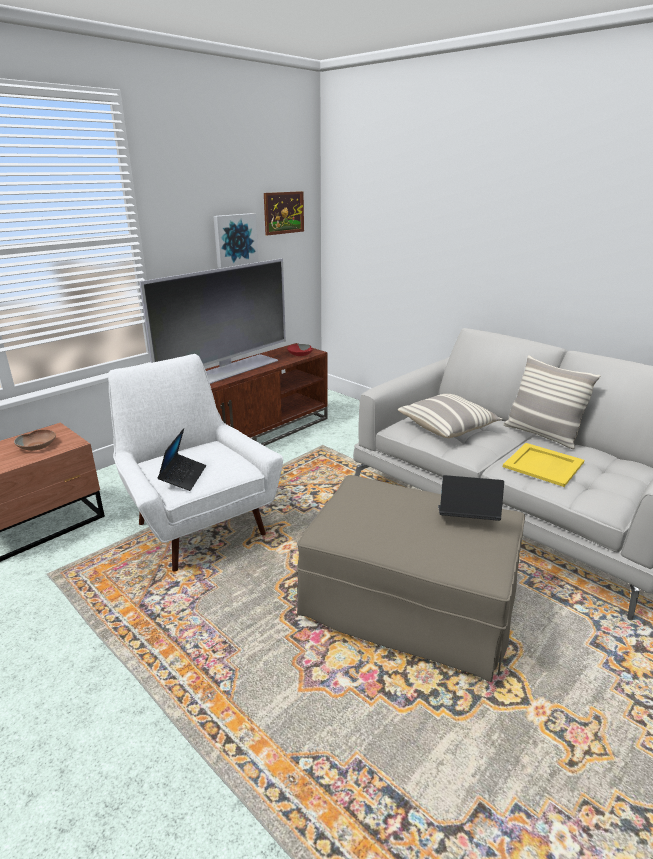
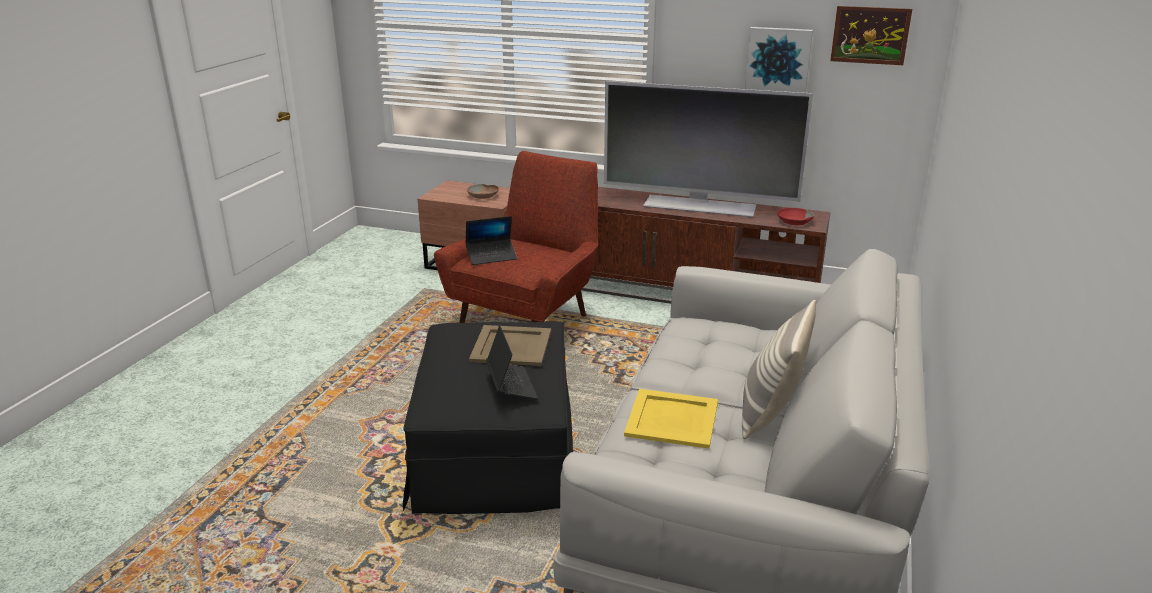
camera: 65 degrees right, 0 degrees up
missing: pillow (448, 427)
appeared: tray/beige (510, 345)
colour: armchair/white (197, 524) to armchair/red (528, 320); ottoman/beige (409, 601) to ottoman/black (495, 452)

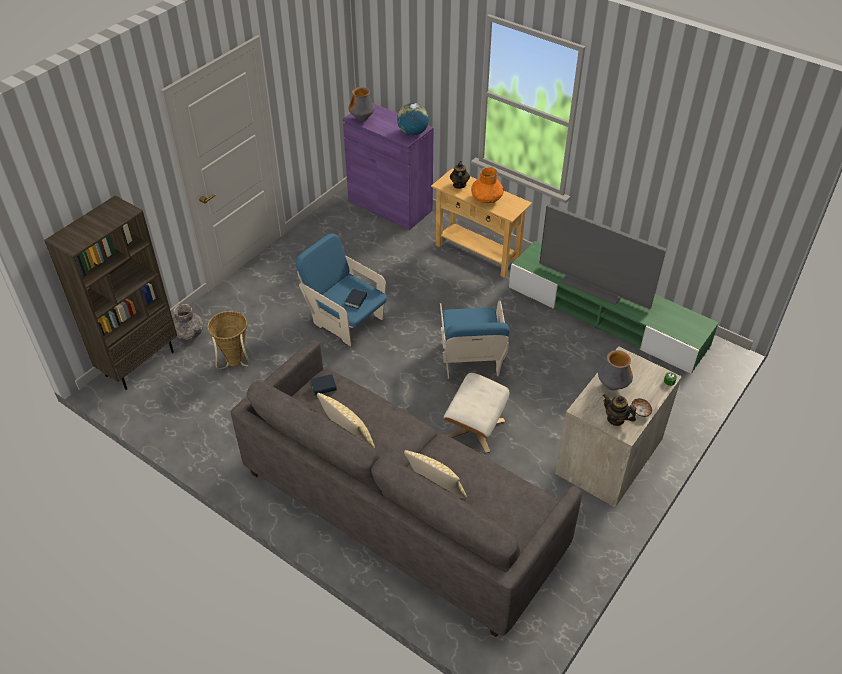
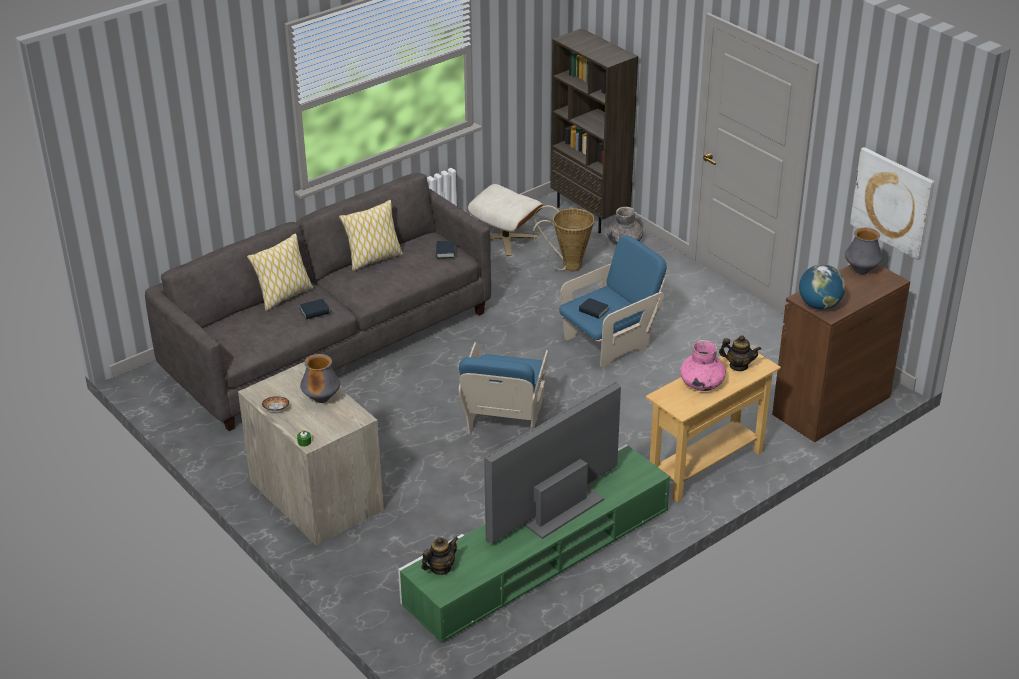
camera: 105 degrees right, 10 degrees down
appeared: picture (892, 202); book (314, 312)
relocated: ottoman/beige (474, 428) to (506, 238); teapot (616, 419) to (440, 568)
colour: cabinet/purple (390, 206) to cabinet/brown (831, 406); vase/orange (486, 198) to vase/pink (701, 383)
spun: armchair/blue (471, 361) = (505, 422) 90 degrees counterclockwise

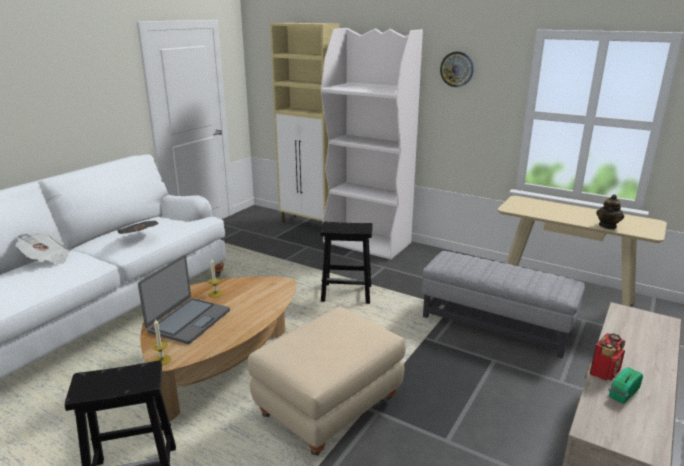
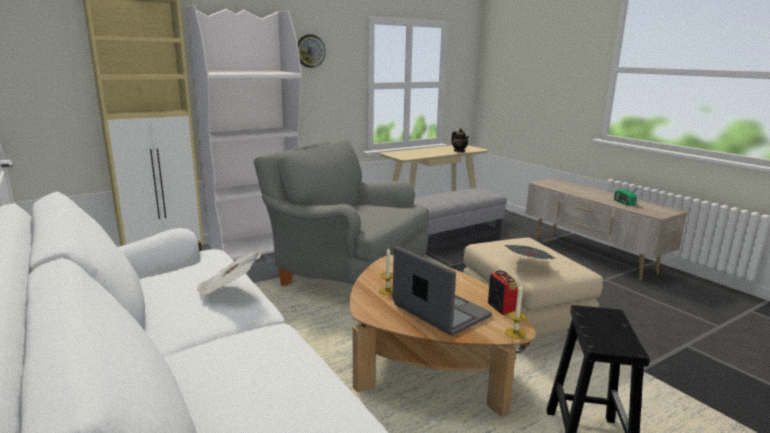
camera: 65 degrees left, 5 degrees down
relocated: newspaper (46, 259) to (528, 265); radio (605, 372) to (501, 307)
exchanged: stool/black (347, 293) to armchair/grey (346, 276)

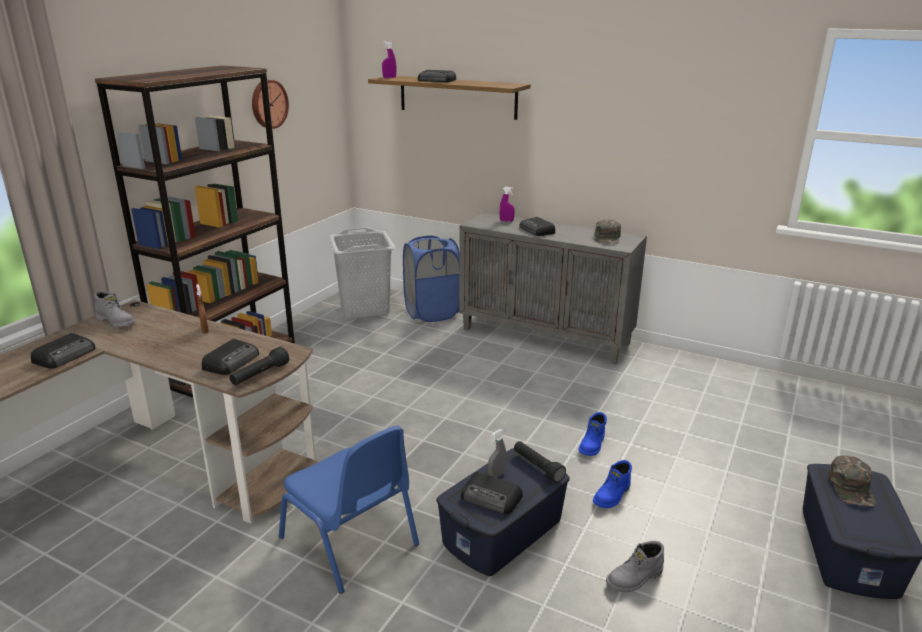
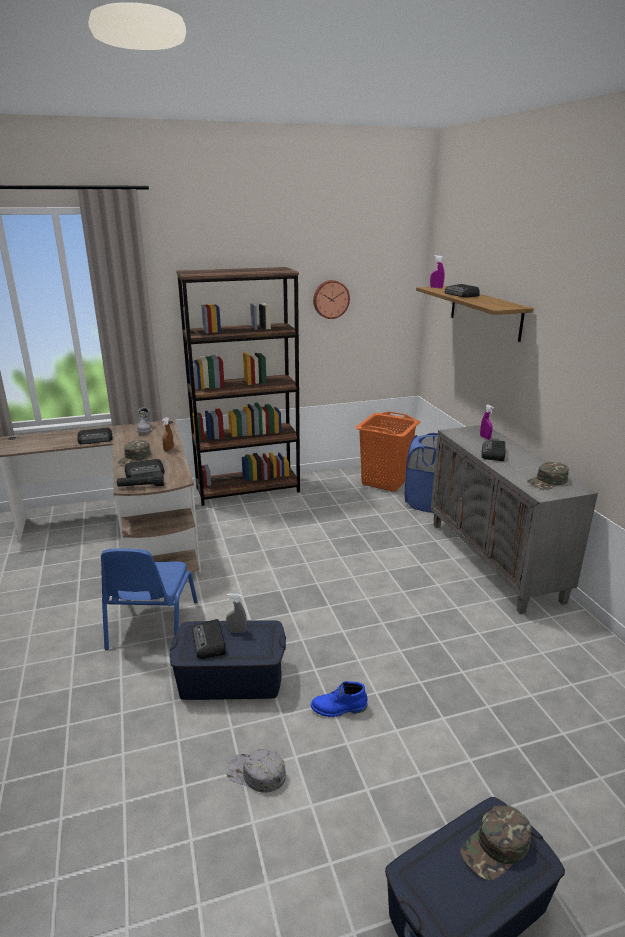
camera: 45 degrees right, 0 degrees up
missing: boot/blue (592, 445); flashlight/black (537, 467)
appeared: cap/green (135, 458)
exchanged: boot/grey (635, 579) to cap/grey (255, 774)
colour: laundry basket/grey (365, 309) to laundry basket/orange (385, 481)

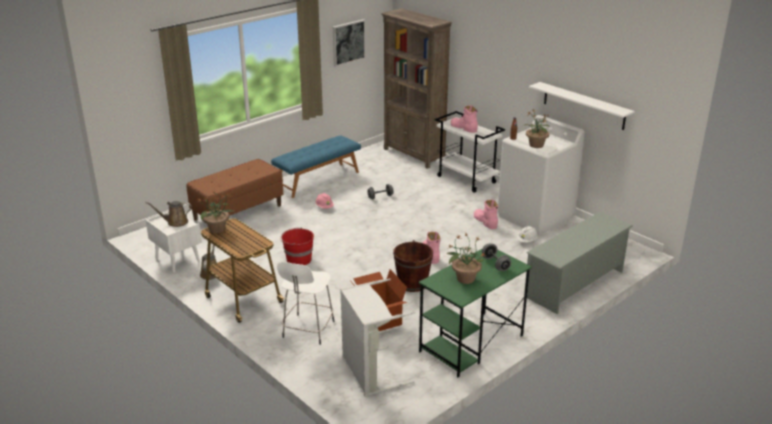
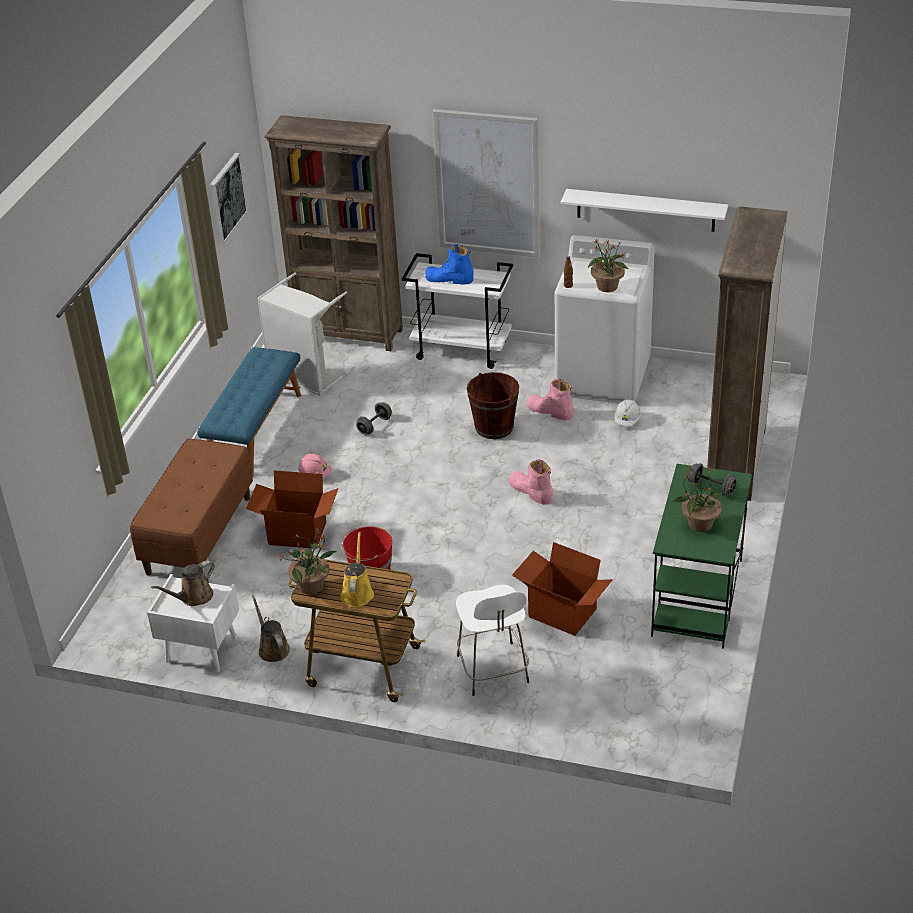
camera: 30 degrees left, 10 degrees up
appeared: picture (488, 183); cardboard box (297, 534); watering can/yellow (357, 592)
relocated: bucket/brown (412, 284) to (494, 427); laundry basket/grey (369, 373) to (306, 376)
exchanged: shoe rack/grey (575, 284) to bookcase/brown (735, 462)
colour: boot/pink (463, 128) to boot/blue (449, 279)

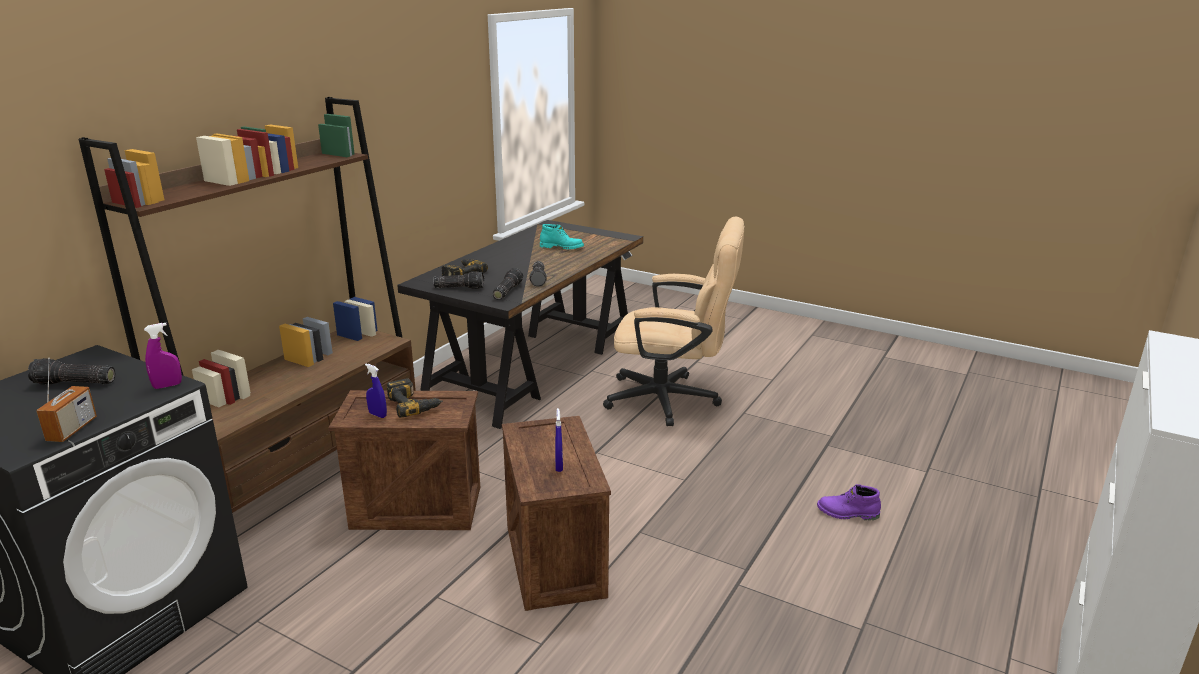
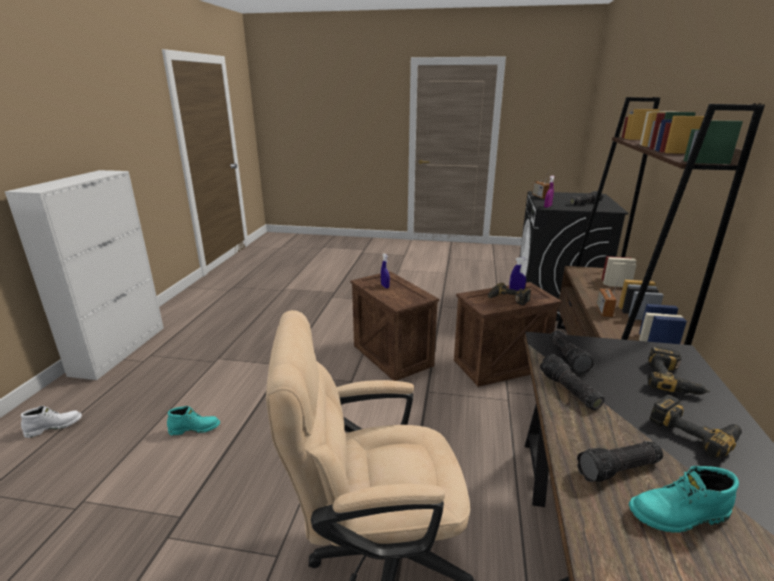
camera: 160 degrees right, 0 degrees up
appeared: radio (604, 311); power drill (695, 431); boot/white (54, 426)
relocated: flashlight (460, 287) to (619, 470)
colour: boot/purple (847, 513) to boot/turquoise (195, 428)

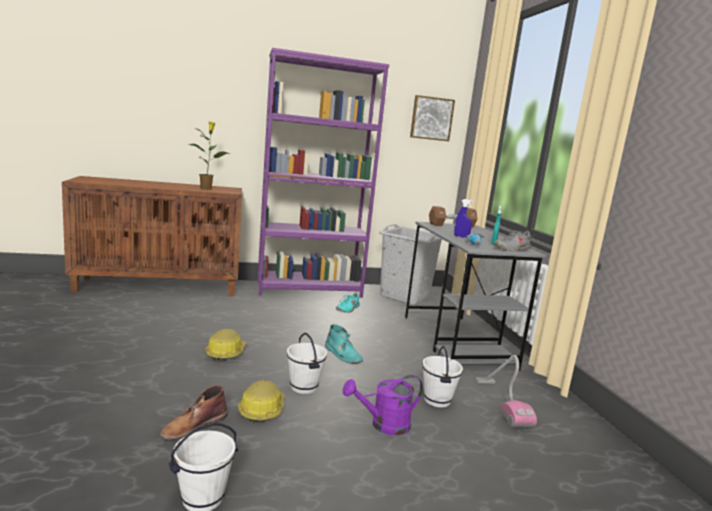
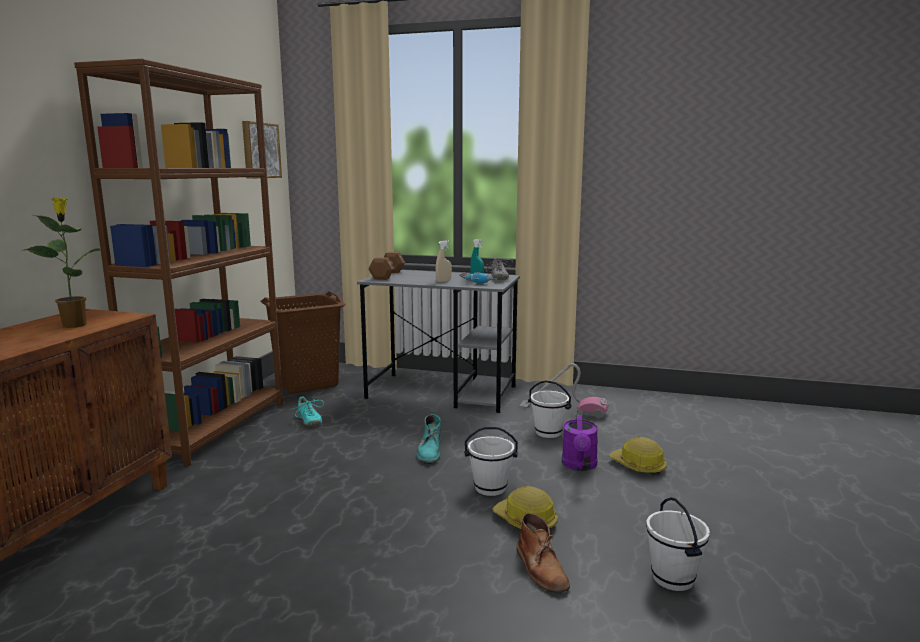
camera: 60 degrees left, 0 degrees up
relocated: hard hat (226, 352) to (638, 466)
colour: bookcase/purple (309, 289) to bookcase/brown (213, 428); spray bottle/blue (461, 236) to spray bottle/beige (443, 281); laundry basket/grey (404, 296) to laundry basket/brown (306, 383)
spun: boot/turquoise (343, 354) = (429, 451) 105 degrees clockwise

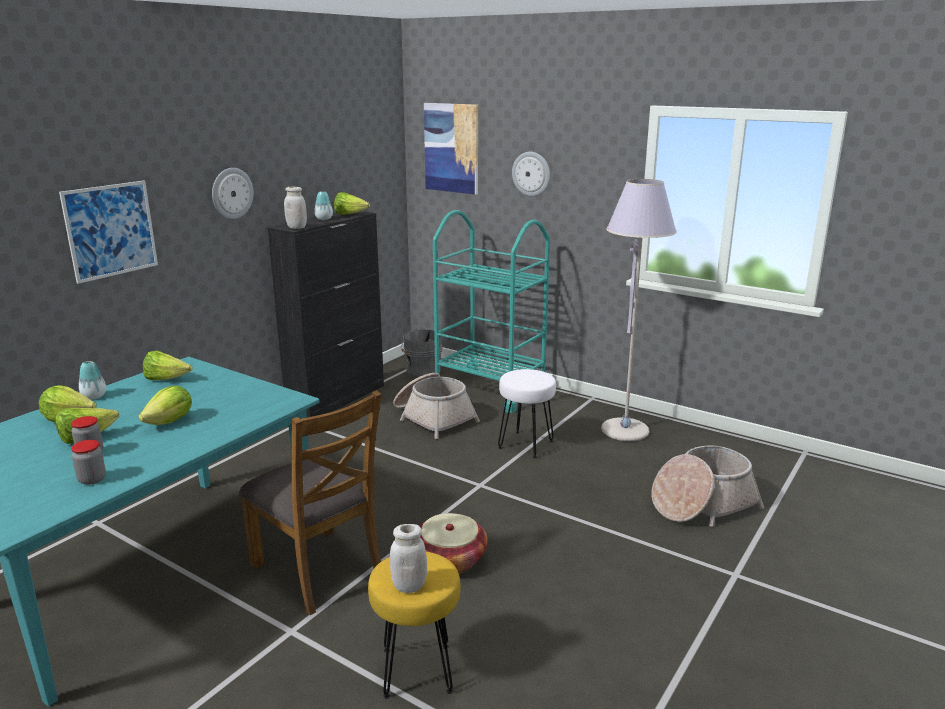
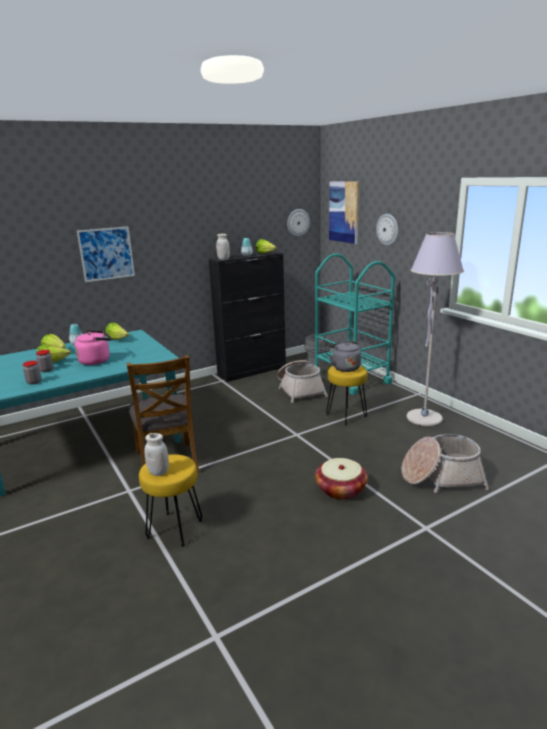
camera: 25 degrees right, 0 degrees up
appeared: kettle/grey (345, 367)
relocated: wall clock (231, 193) to (298, 223); basket (450, 560) to (340, 490)
exchanged: lettuce (170, 422) to kettle/pink (96, 360)
colour: stool/white (525, 444) to stool/yellow (346, 415)

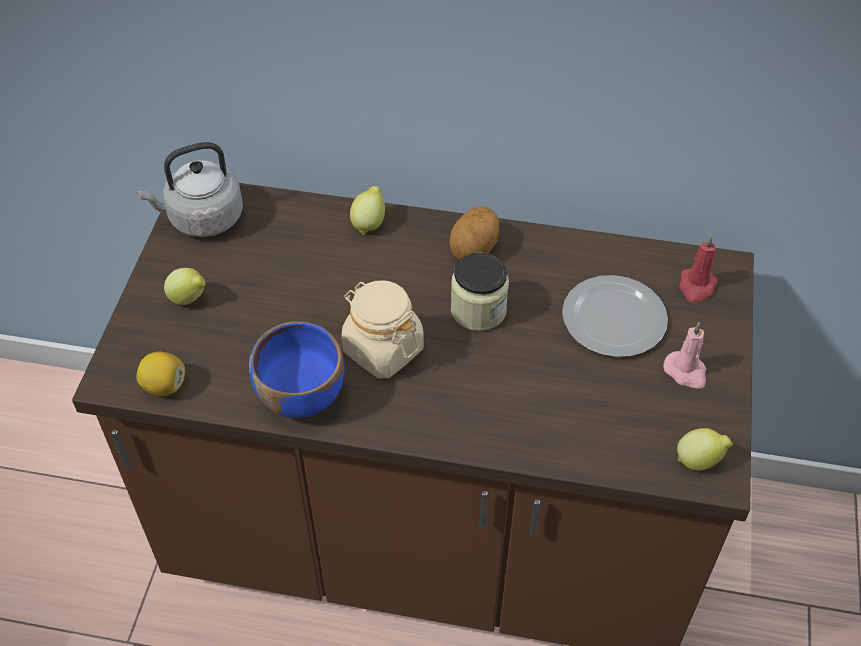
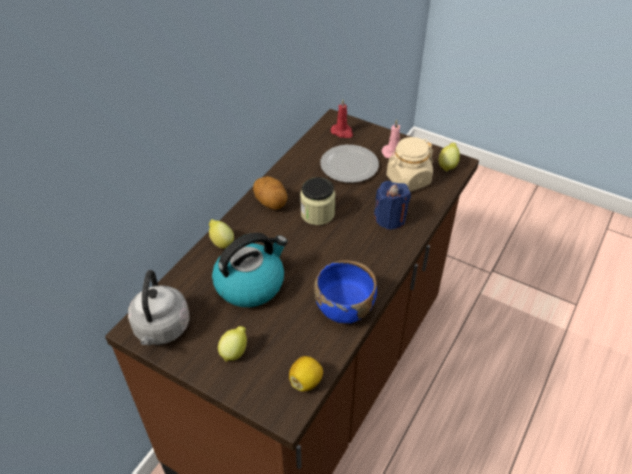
camera: 70 degrees left, 5 degrees down
appeared: candle/blue (390, 218); kettle (250, 284)
relocated: jar/beige (382, 349) to (408, 180)

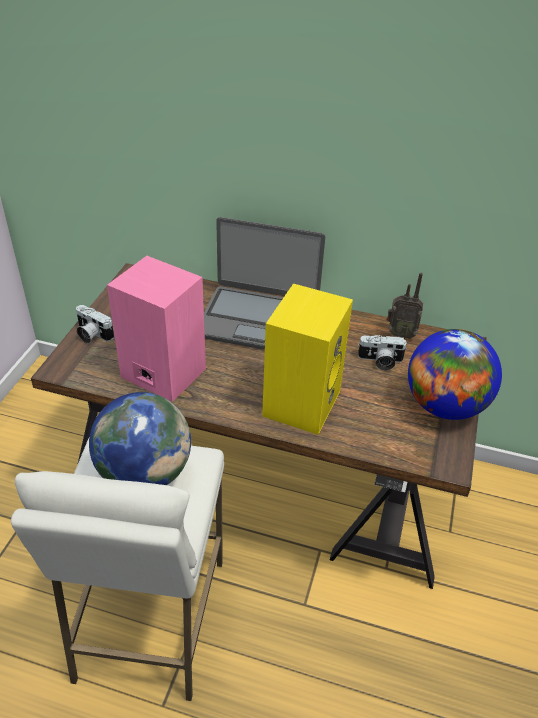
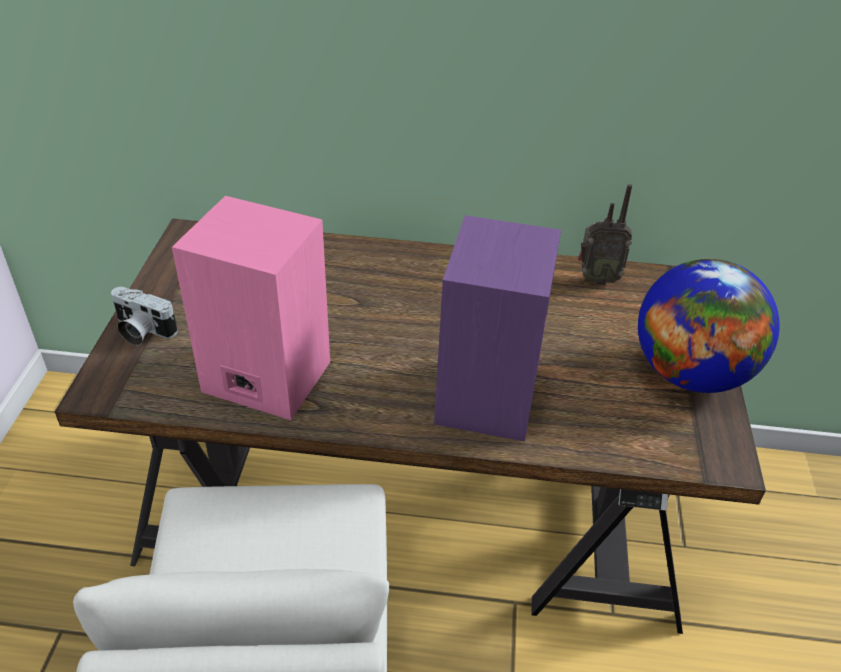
camera: 10 degrees left, 0 degrees up
missing: laptop (258, 320); photo camera (380, 361); globe (145, 473)
colour: speaker/yellow (301, 401) to speaker/purple (485, 394)

